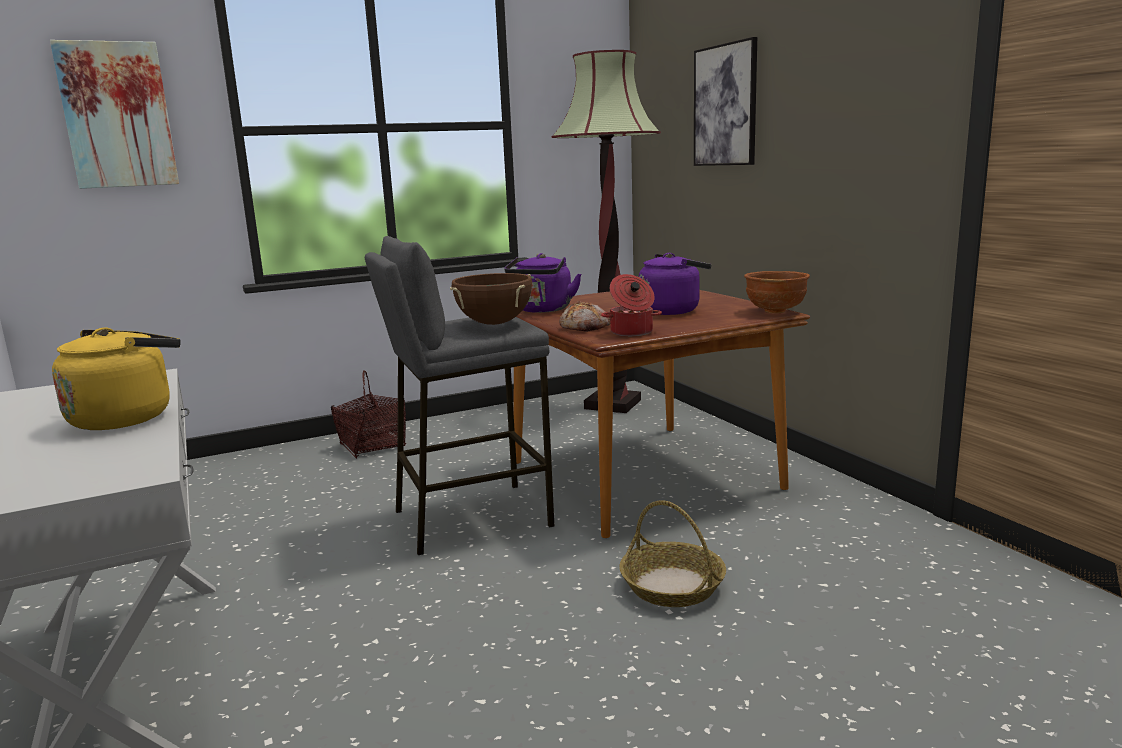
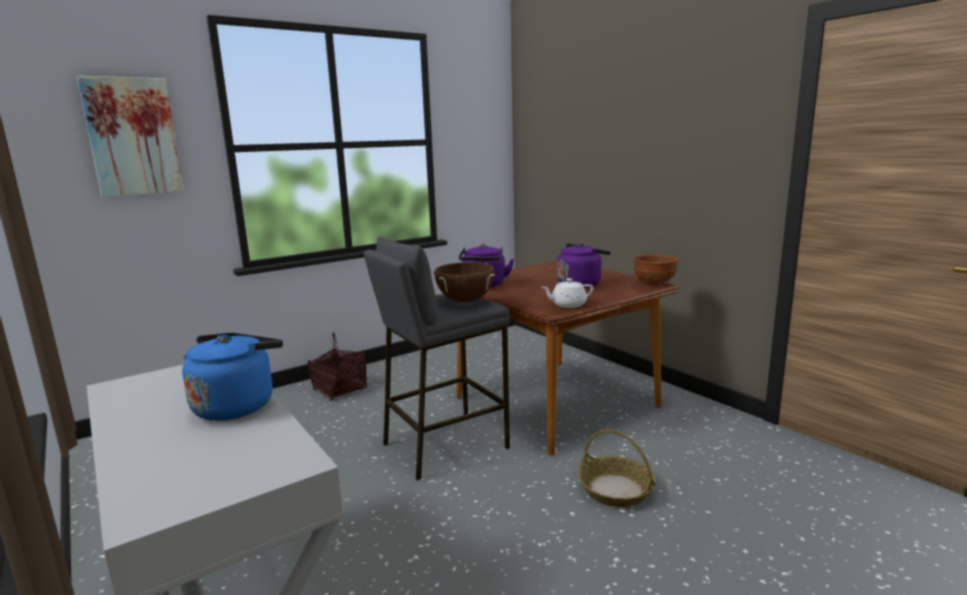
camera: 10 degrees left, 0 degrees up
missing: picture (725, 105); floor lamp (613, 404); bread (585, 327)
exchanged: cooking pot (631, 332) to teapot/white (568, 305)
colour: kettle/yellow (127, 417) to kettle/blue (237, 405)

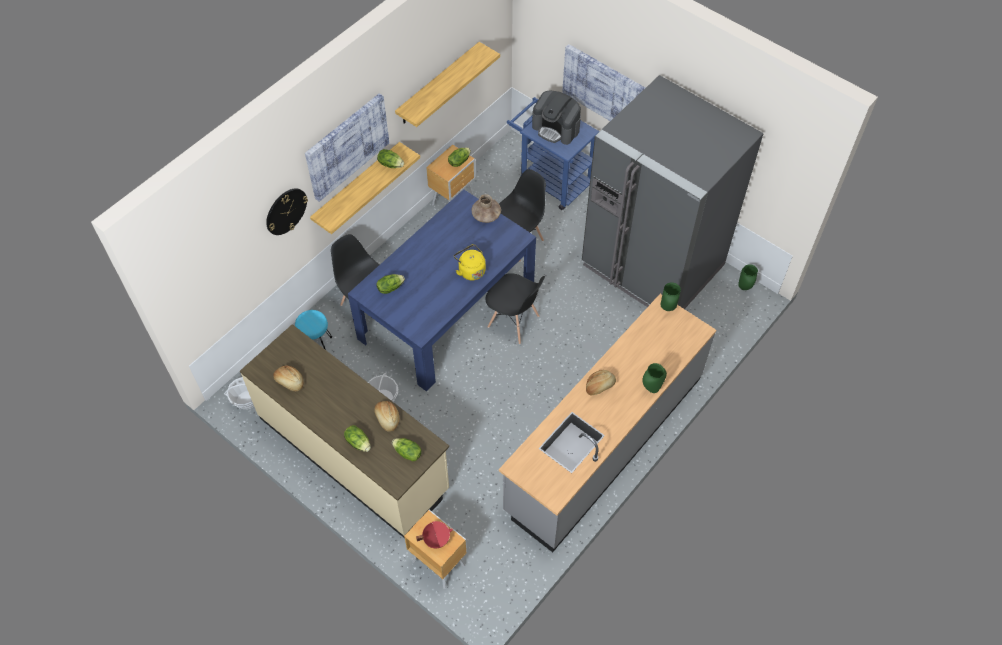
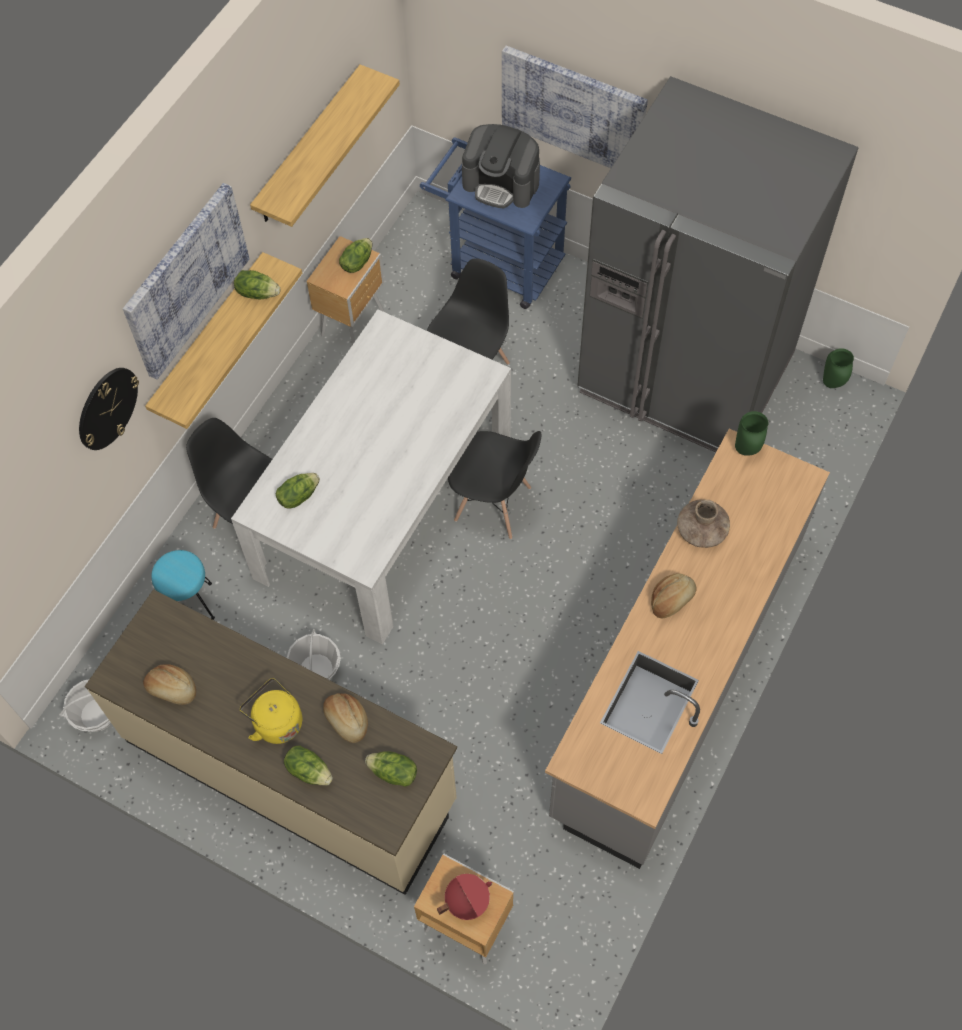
camera: 10 degrees left, 5 degrees up
missing: vase/green (651, 388)
relocated: vase/brown (486, 215) to (701, 530); kettle/yellow (470, 270) to (276, 721)
colour: dining table/blue (447, 310) to dining table/white (384, 505)

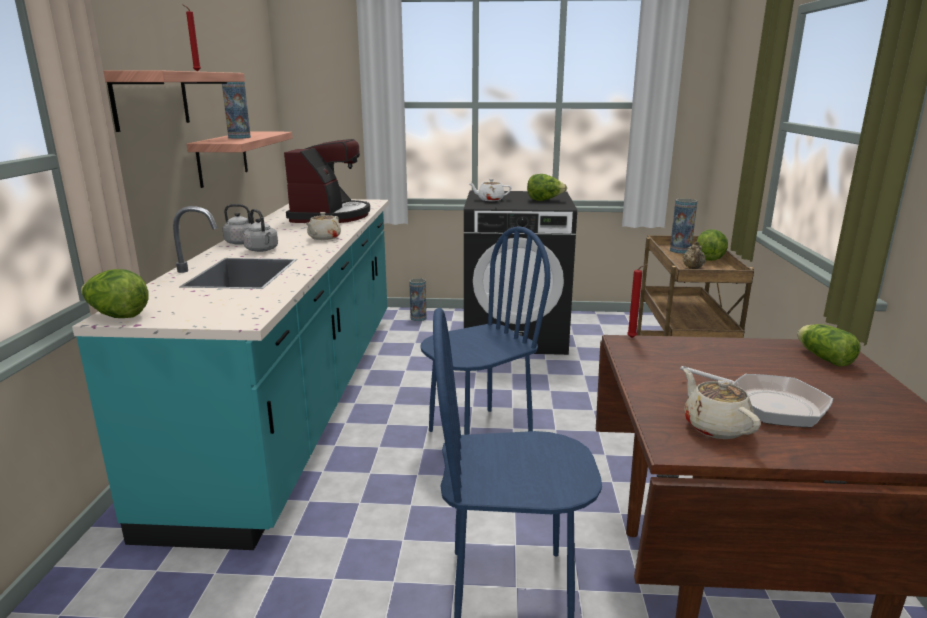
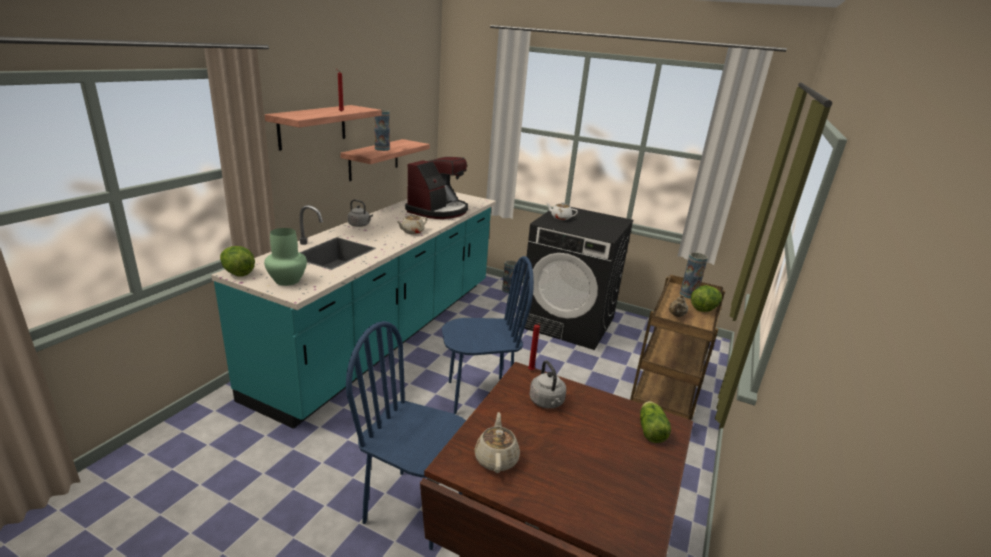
camera: 20 degrees right, 5 degrees up
missing: lettuce (544, 200); frying pan (768, 404)
appeared: vase/green (288, 280)
relocated: kettle/grey (262, 250) to (547, 402)

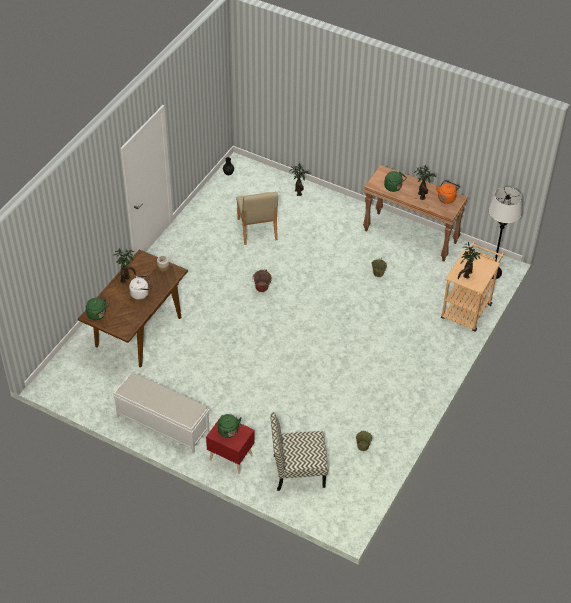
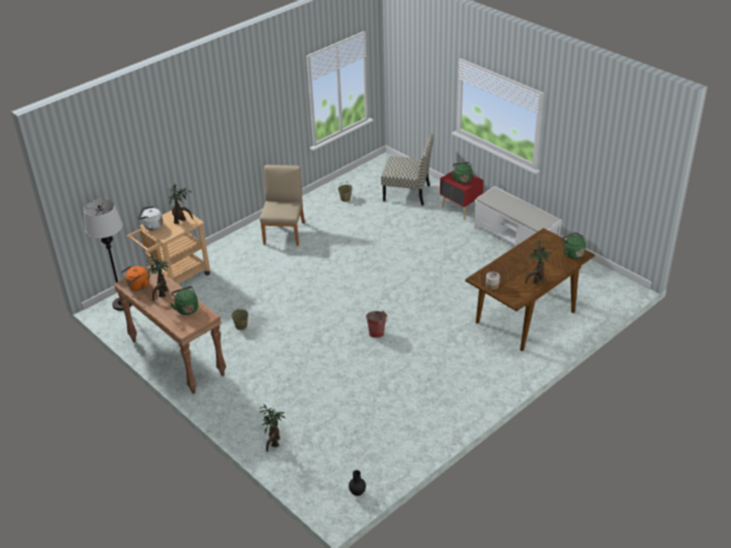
camera: 160 degrees left, 10 degrees down
relocated: chair/beige (257, 230) to (284, 233); kettle/white (141, 293) to (152, 226)

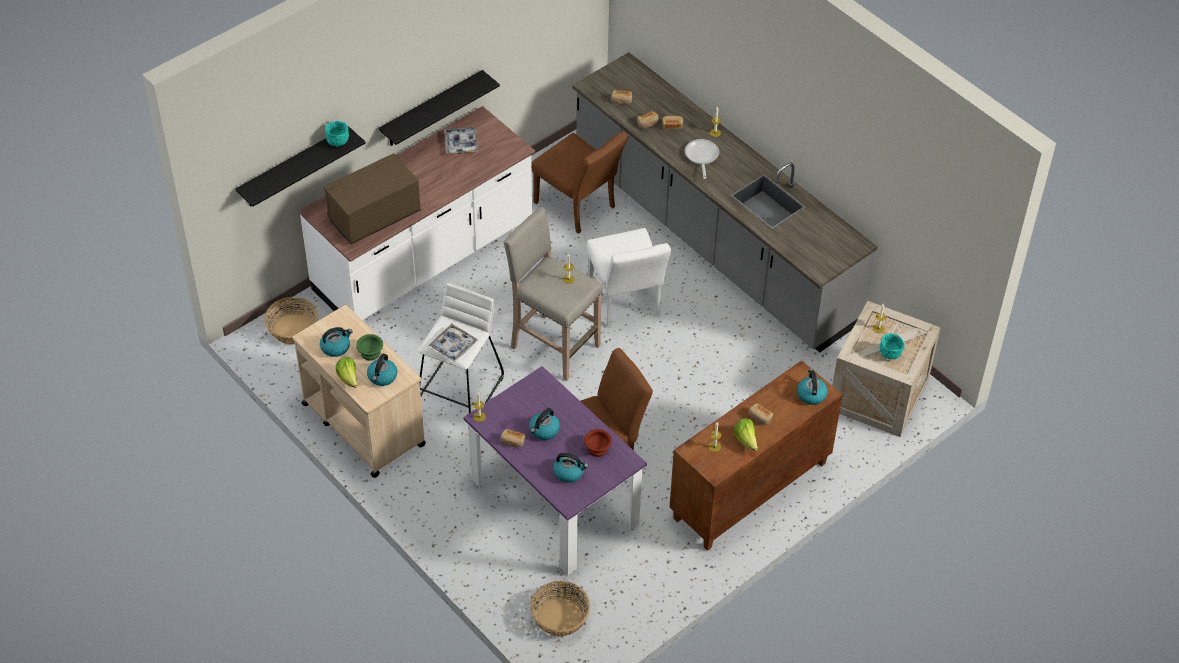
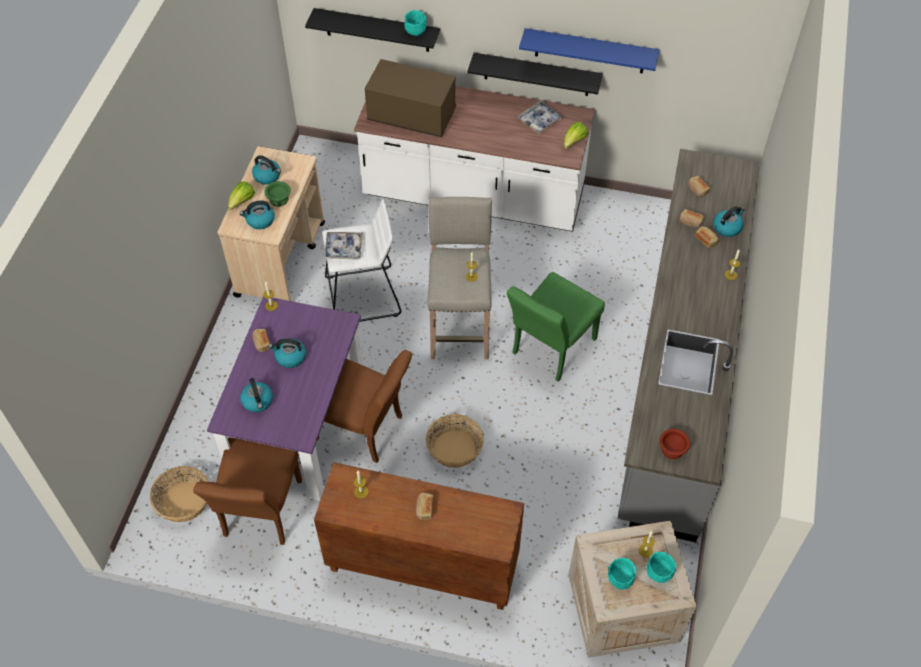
camera: 55 degrees right, 5 degrees up
missing: frying pan (701, 157)
appeared: shelf/blue (590, 51); bowl/turquoise (658, 574)
relocated: chair/brown (579, 208) to (260, 514); basket (293, 329) to (454, 449); kettle (811, 394) to (727, 227); lettuce (746, 440) to (574, 142); bowl/brown (598, 449) to (672, 450)
colour: chair/white (626, 303) to chair/green (549, 350)

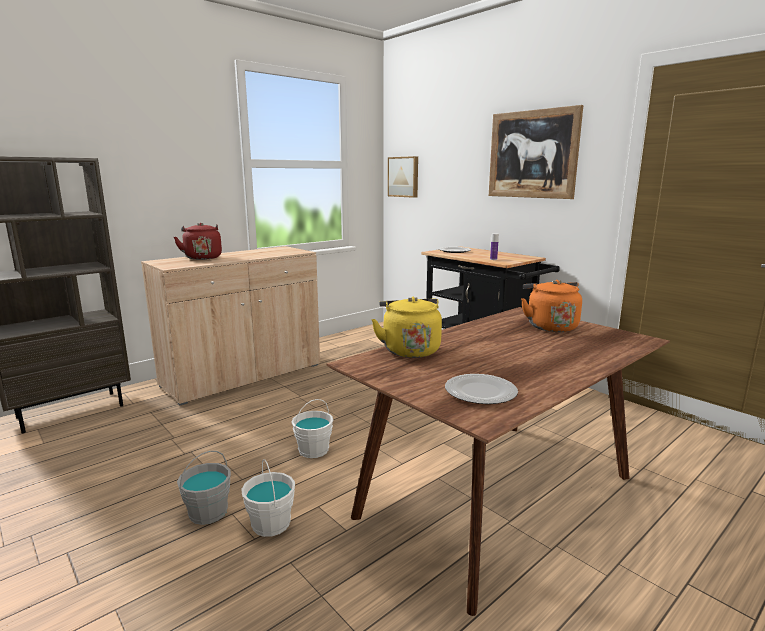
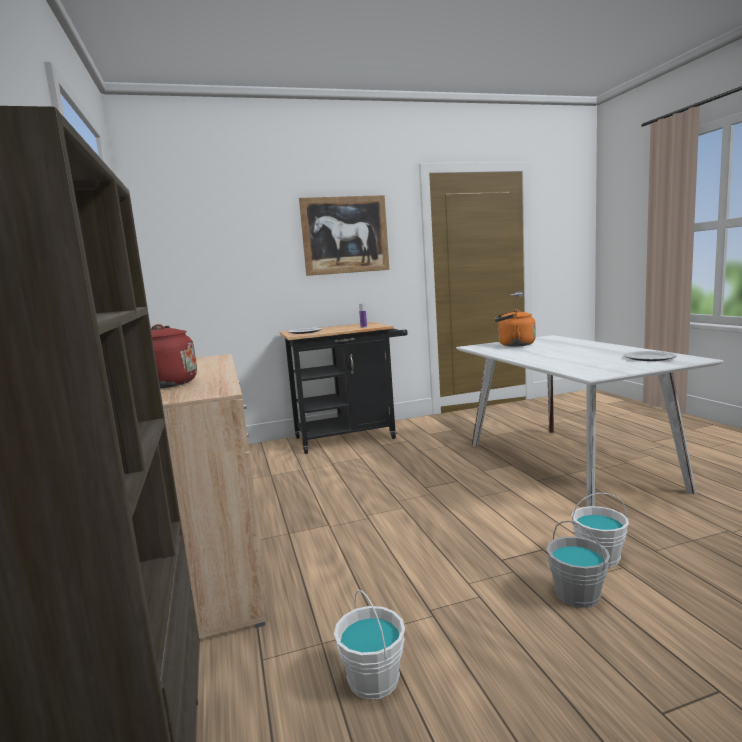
camera: 65 degrees left, 5 degrees down
missing: picture (404, 177); kettle/yellow (409, 350)
relocated: bucket/white (313, 450) to (372, 679)
colour: dining table/brown (497, 495) to dining table/white (565, 465)

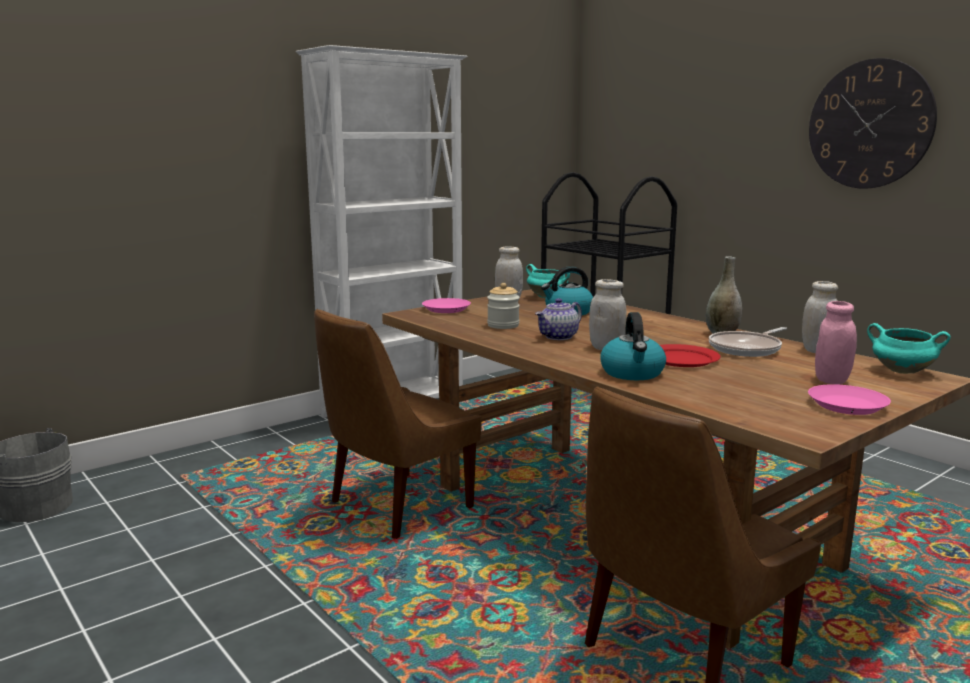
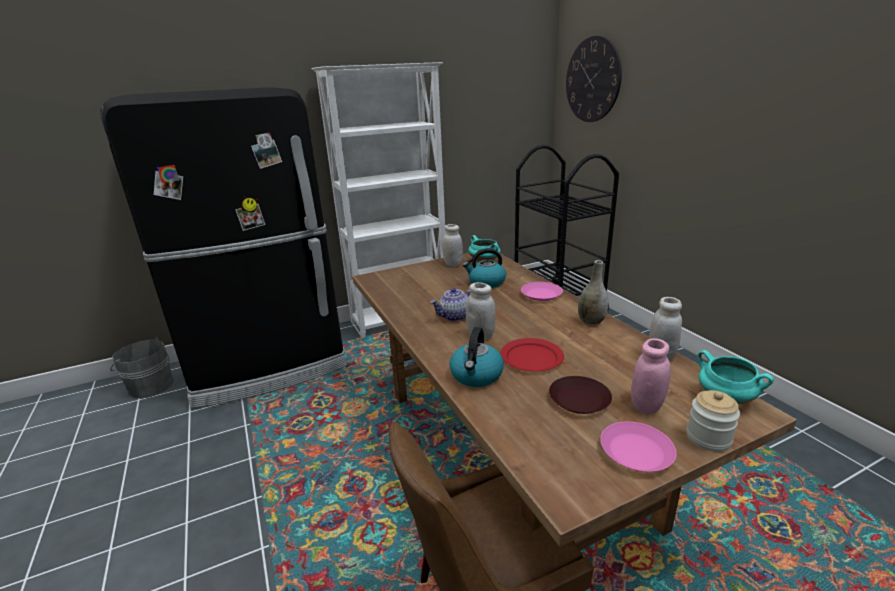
camera: 15 degrees right, 10 degrees up
missing: chair/brown (396, 507); frying pan (747, 349)
appeared: fridge/black (269, 364); plate/brown (580, 399)
relocated: wall clock (870, 124) to (592, 80); jar (503, 325) to (708, 438); plate/pink (447, 309) to (542, 295)

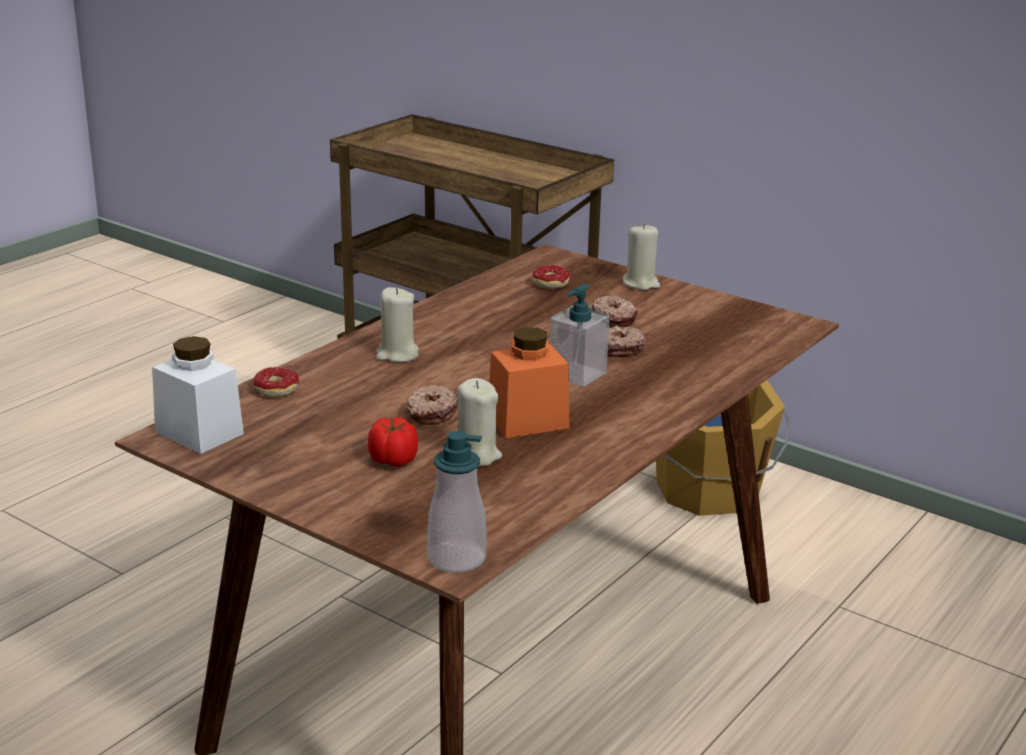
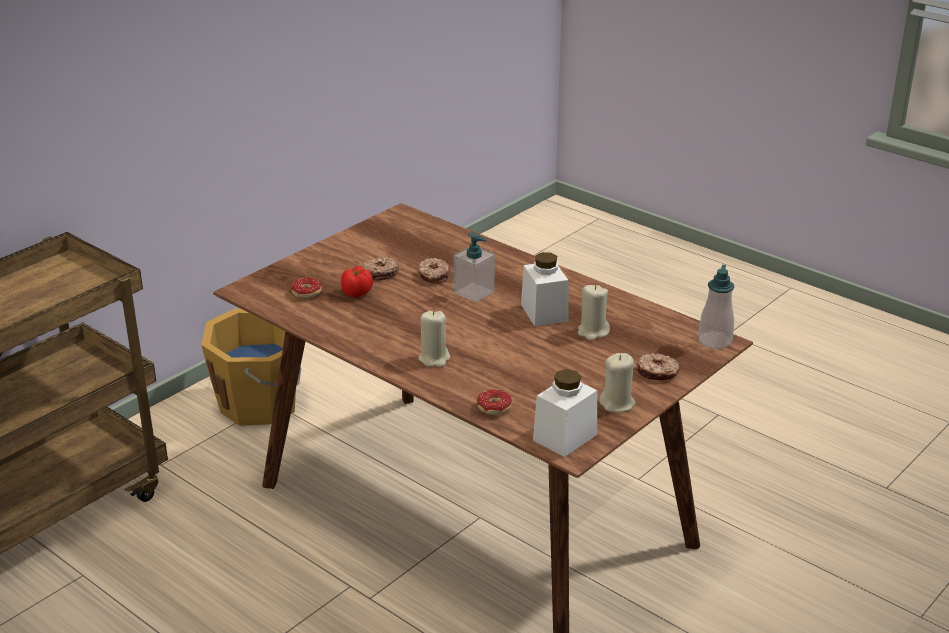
camera: 85 degrees left, 5 degrees up
relocated: candle/beige (641, 283) to (617, 403); donut (431, 413) to (657, 373); tomato (393, 461) to (357, 293)
colour: jar/orange (528, 421) to jar/white (544, 313)

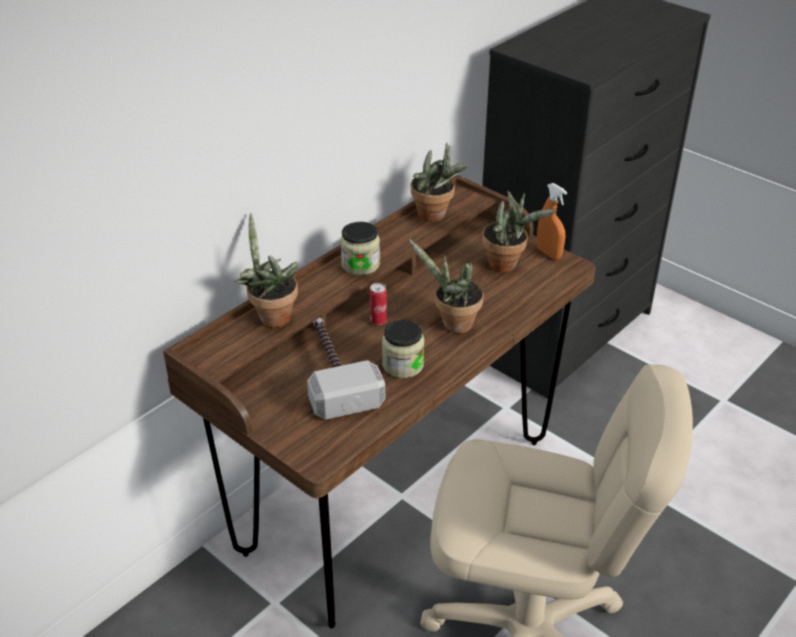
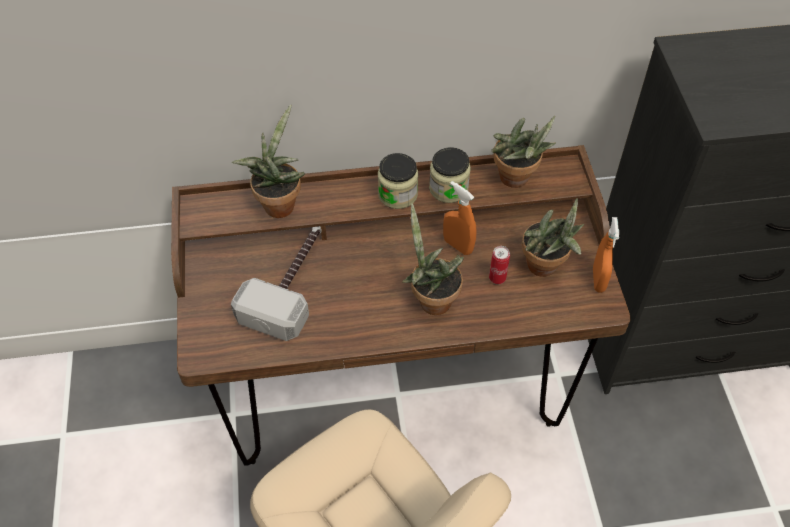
camera: 40 degrees right, 15 degrees up
appeared: spray bottle/orange (458, 246)
relocated: can (378, 321) to (497, 278); jar (403, 365) to (448, 188)

